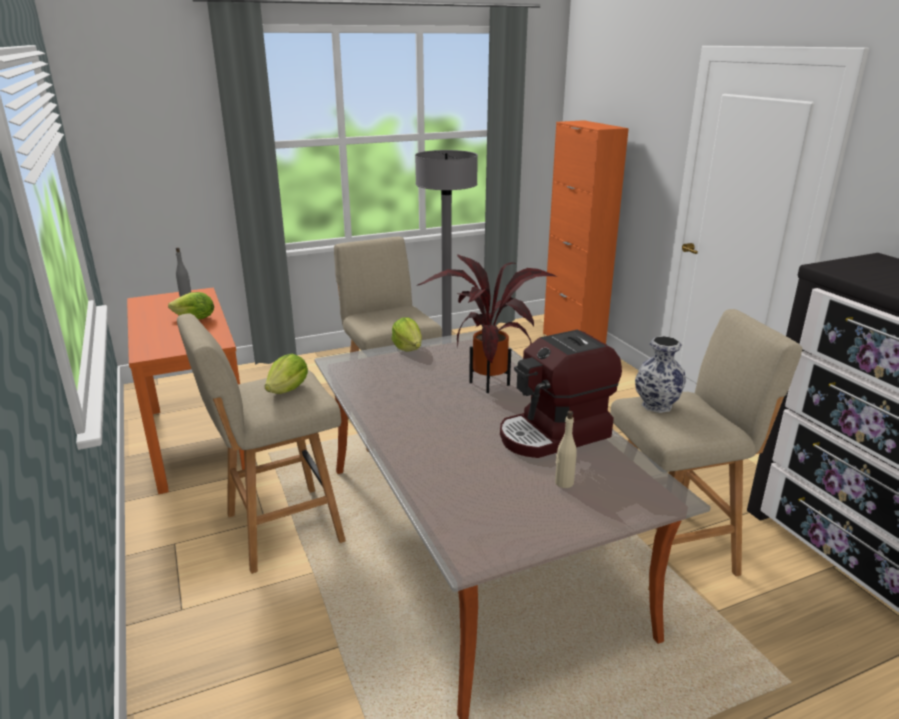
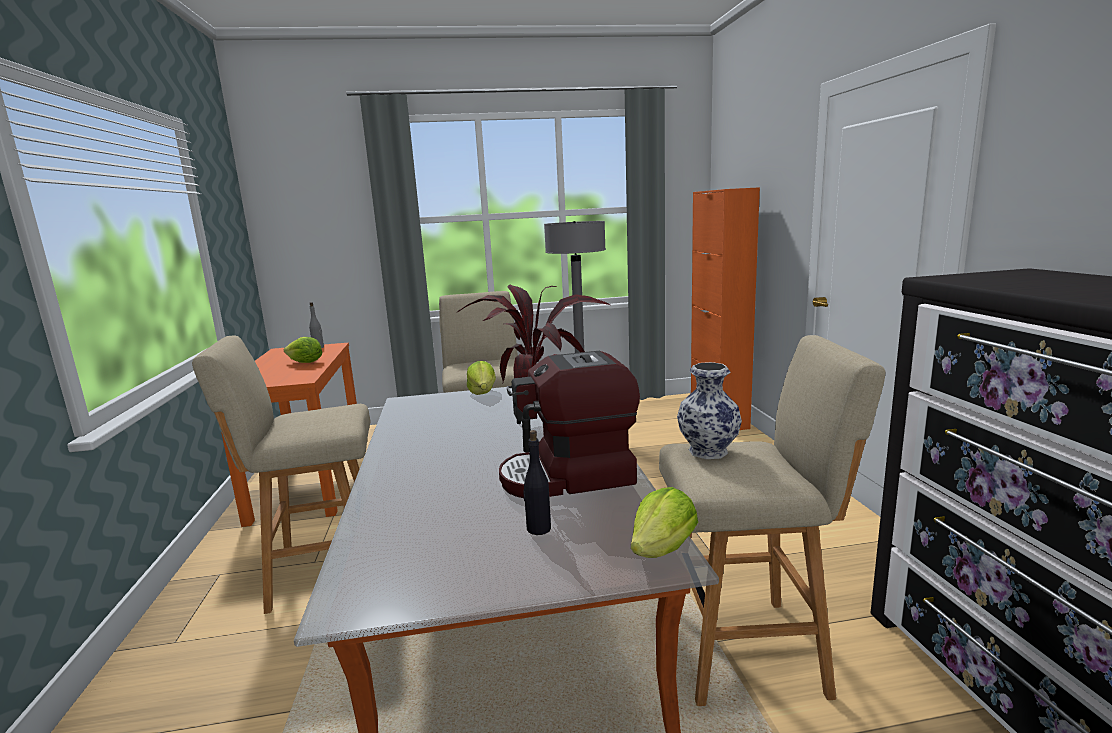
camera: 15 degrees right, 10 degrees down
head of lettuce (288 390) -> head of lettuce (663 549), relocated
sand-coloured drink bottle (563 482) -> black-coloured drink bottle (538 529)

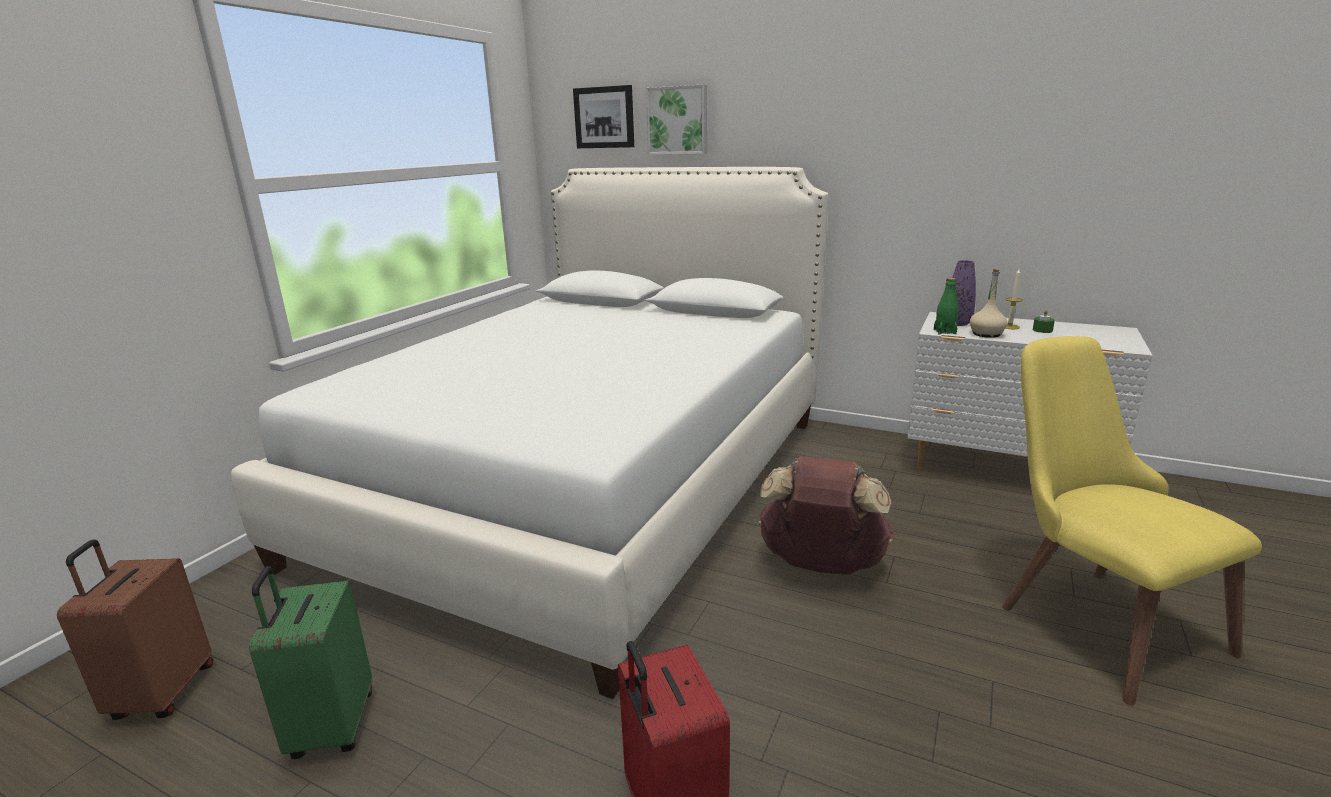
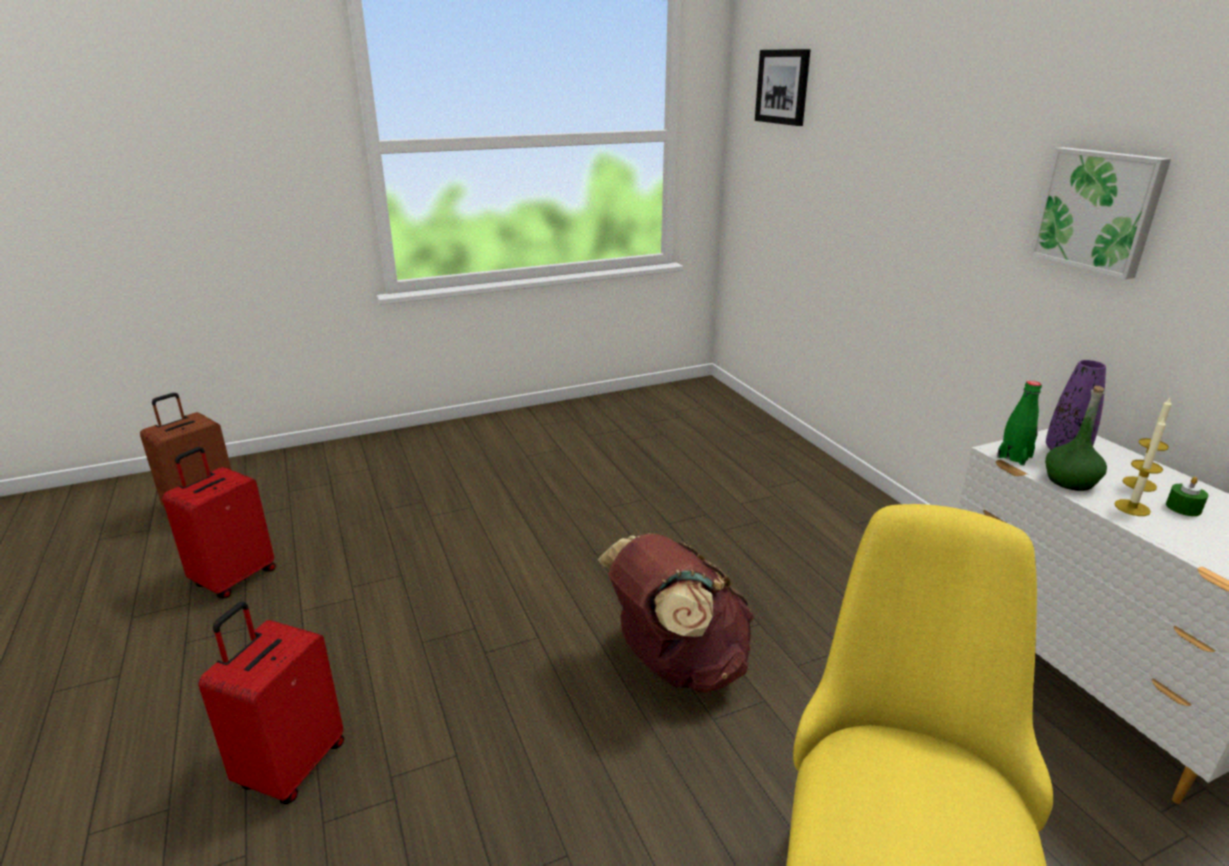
camera: 40 degrees right, 5 degrees up
whitish sleeping bed (588 484) -> none
none -> wax light (1132 508)
wall picture (678 120) -> wall picture (1098 210), relocated
green-coloured suitcase (331 726) -> red suitcase (234 578)
sand-coloured drink bottle (986 334) -> green-coloured drink bottle (1070 481)

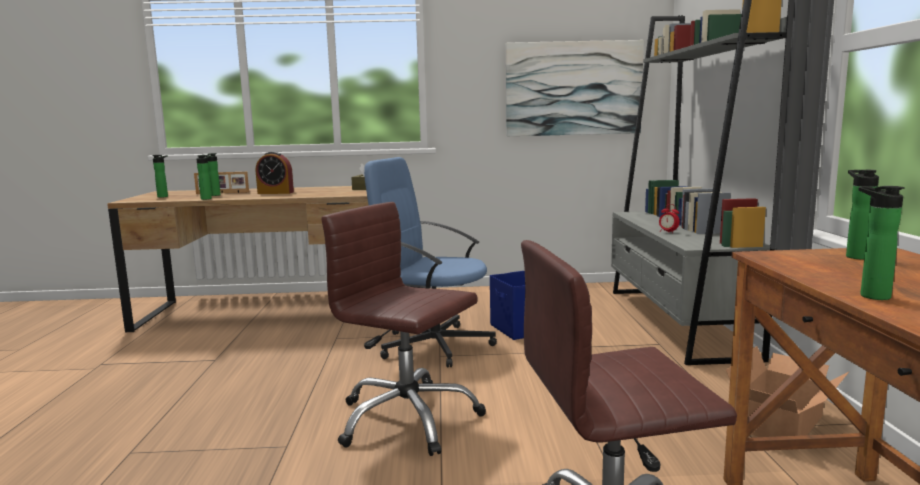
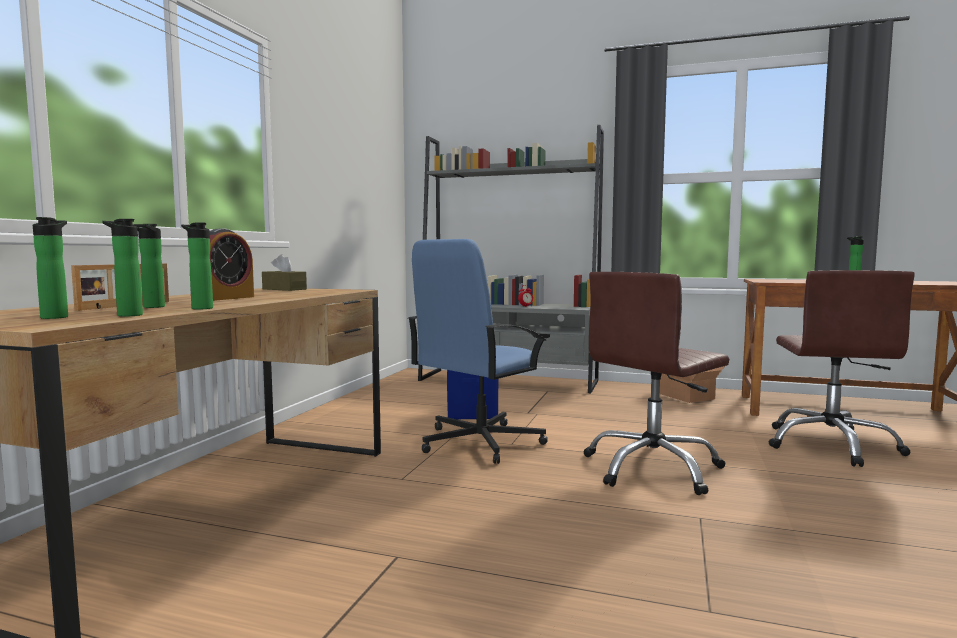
camera: 70 degrees left, 5 degrees down
wall picture (573 88) -> none
drink bottle (855 256) -> drink bottle (127 315), relocated

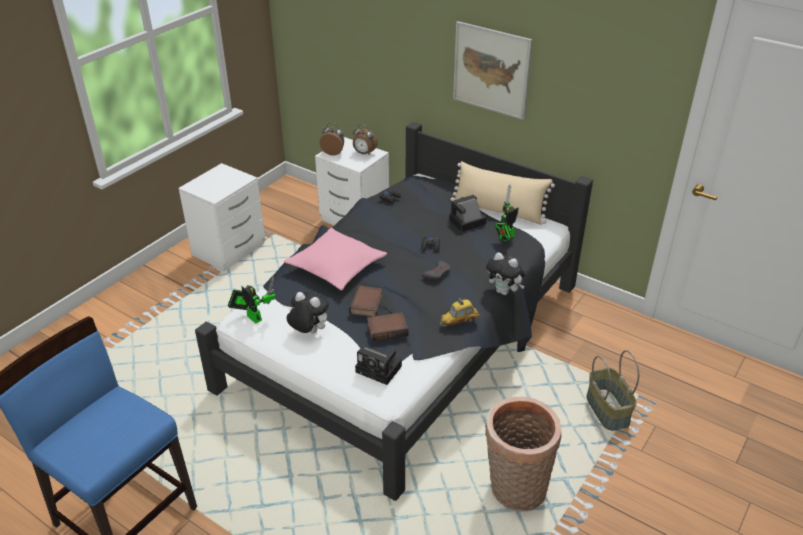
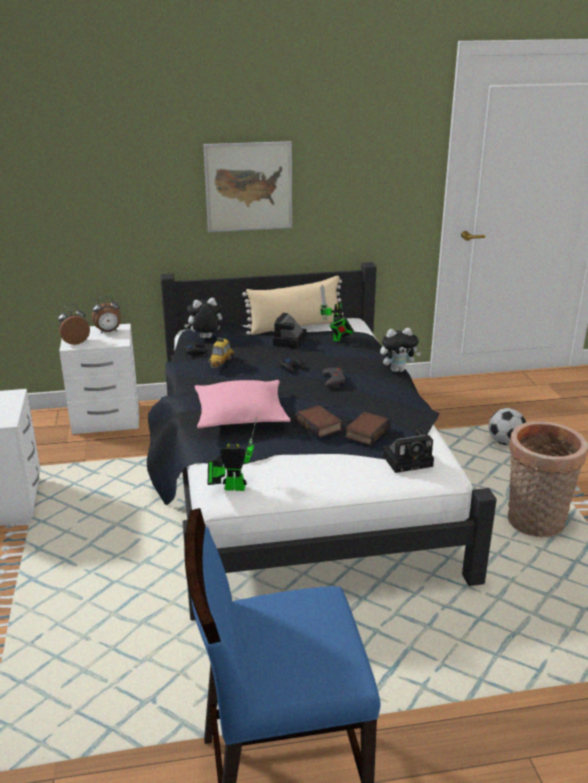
camera: 45 degrees left, 10 degrees down
plush toy (308 331) -> plush toy (205 338), relocated
toy car (459 321) -> toy car (221 363), relocated
basket (608 410) -> football (505 442)

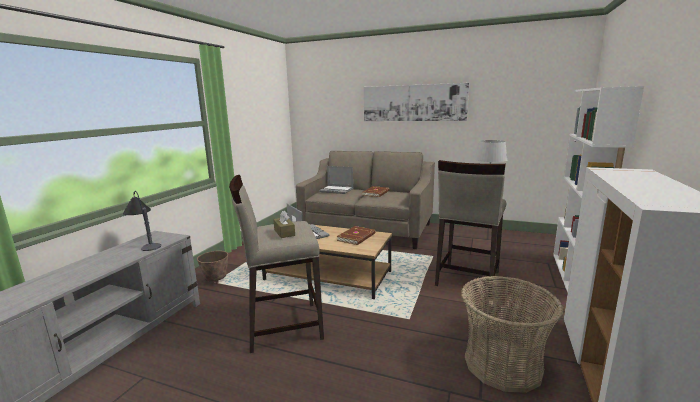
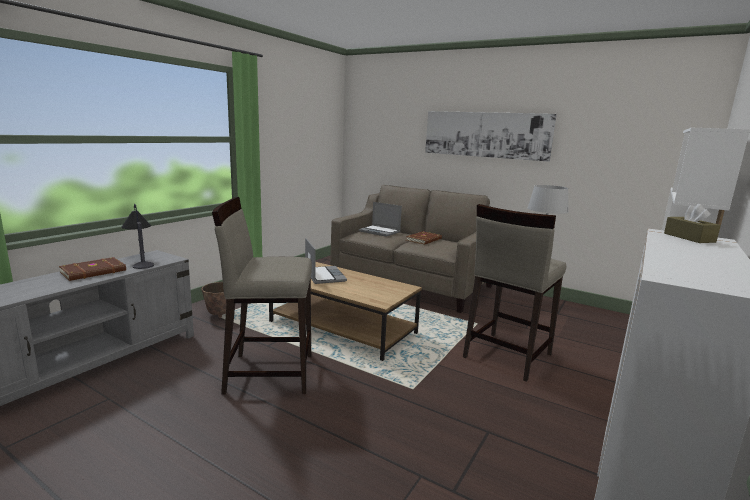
camera: 10 degrees right, 0 degrees up
basket (502 364) -> none
brown-coloured box of tissues (284 232) -> brown-coloured box of tissues (689 238), relocated
brown-coloured bound book (357 237) -> brown-coloured bound book (94 272), relocated

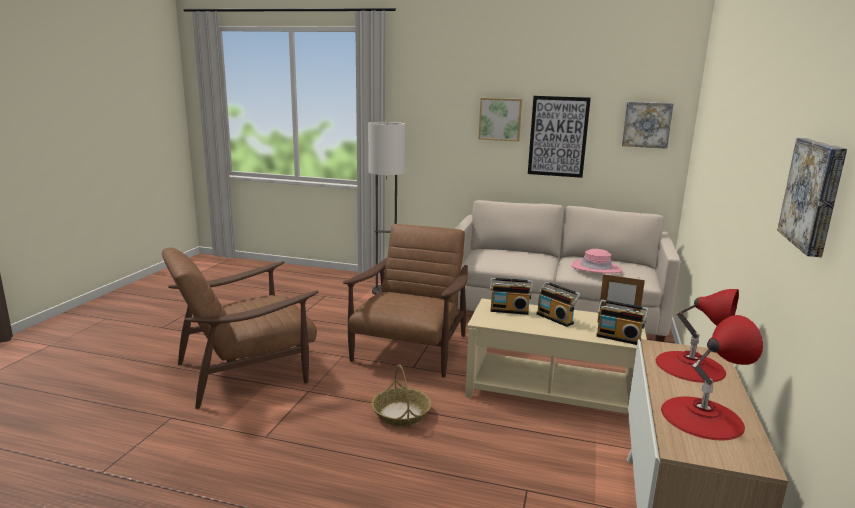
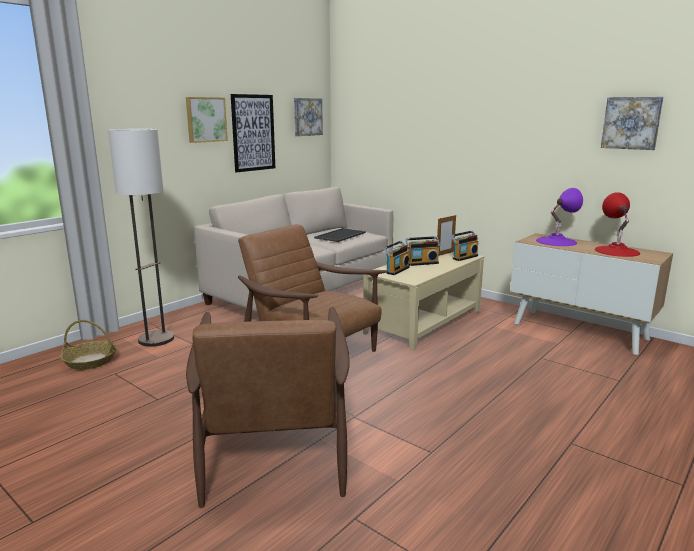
camera: 65 degrees left, 0 degrees up
basket (401 413) -> basket (90 361), relocated
pinkish wearable hat (596 268) -> serving tray (340 235)
red tabletop lamp (690 366) -> purplish tabletop lamp (556 241)

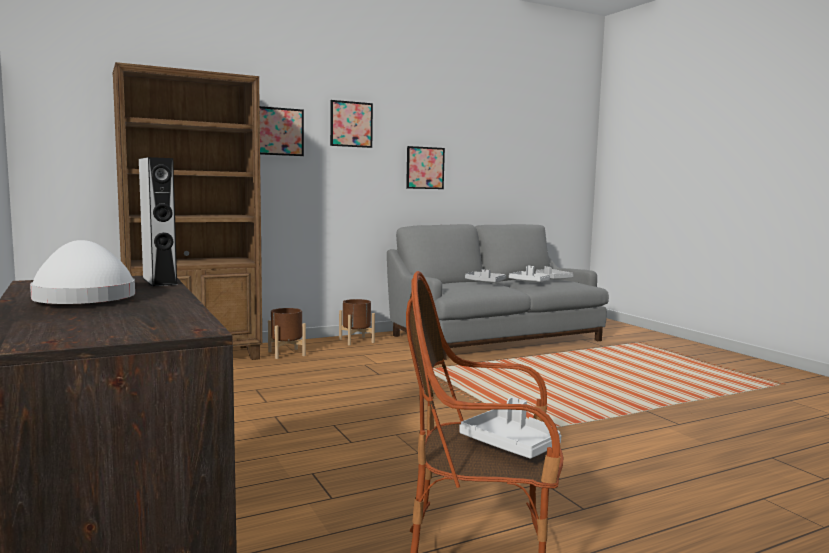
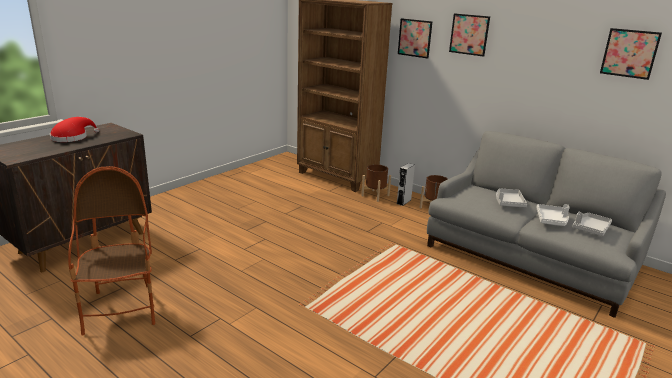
camera: 65 degrees right, 15 degrees up
whitish serving tray (511 444) -> none
greyish speaker (159 281) -> greyish speaker (403 201), relocated
wall picture (425 168) -> wall picture (629 53), relocated
whitish wearable hat (83 298) -> red wearable hat (72 137)

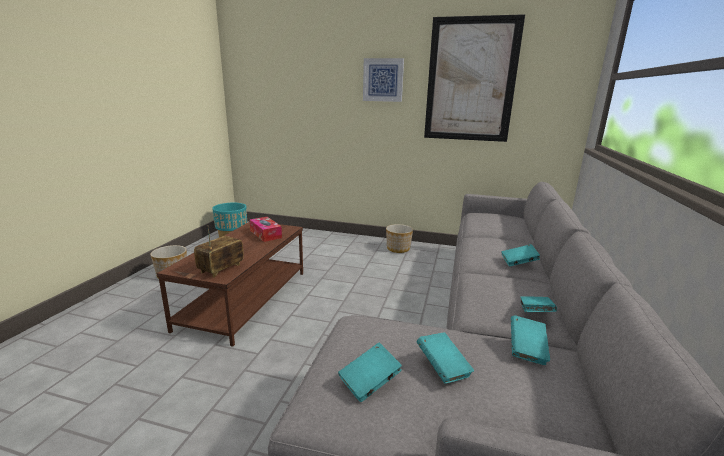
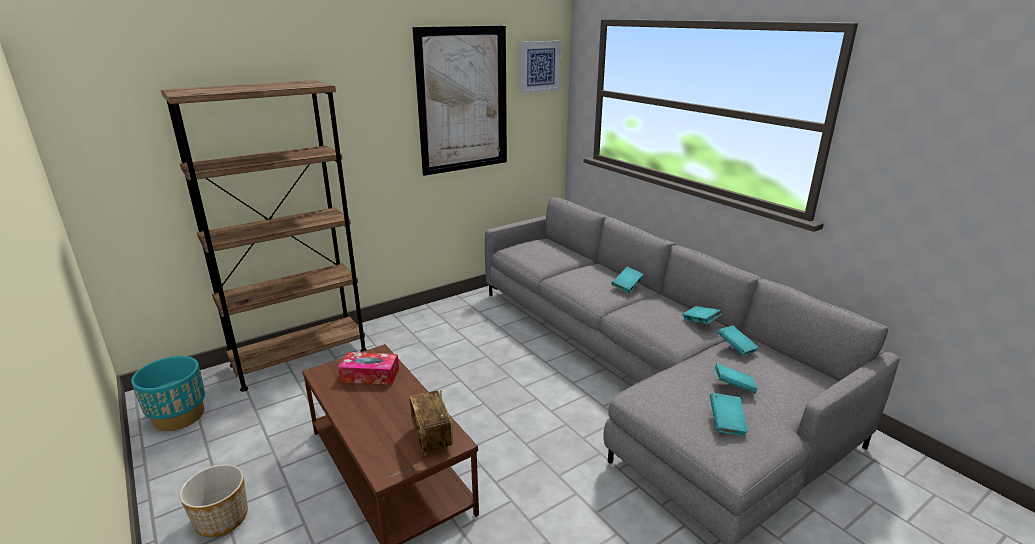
camera: 50 degrees left, 5 degrees up
flower pot (398 249) -> none
none -> brown-coloured bookshelf (300 358)
wall picture (383 80) -> wall picture (539 66), relocated

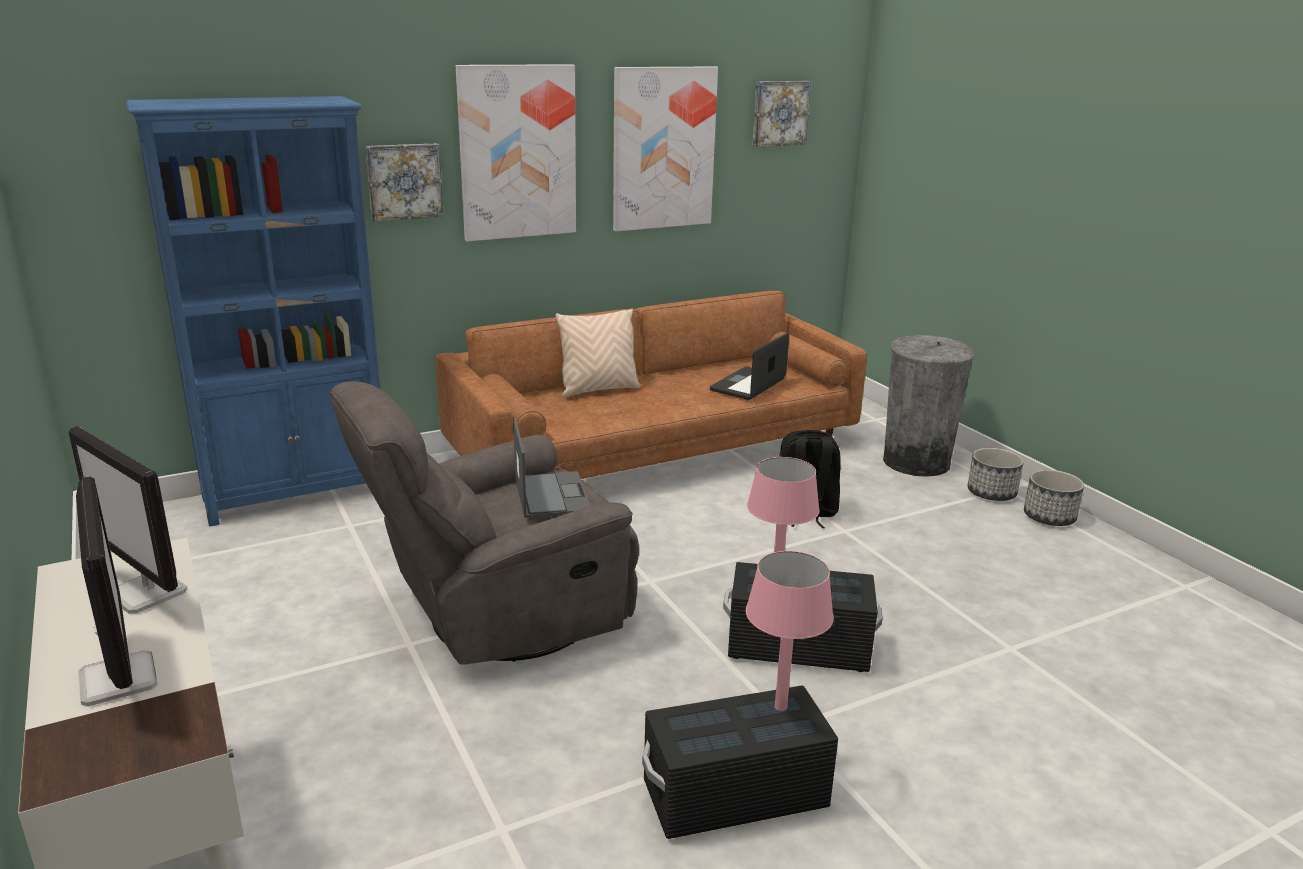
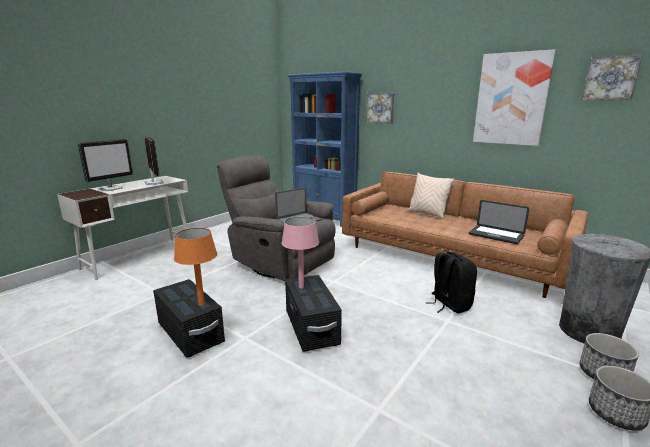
camera: 65 degrees right, 5 degrees down
wall picture (517 152) -> none
pinkish tabletop lamp (780 706) -> orange-coloured tabletop lamp (202 304)
monitor (148 593) -> monitor (154 183), 135 degrees clockwise
portable computer (748 385) -> portable computer (496 235), 150 degrees counterclockwise

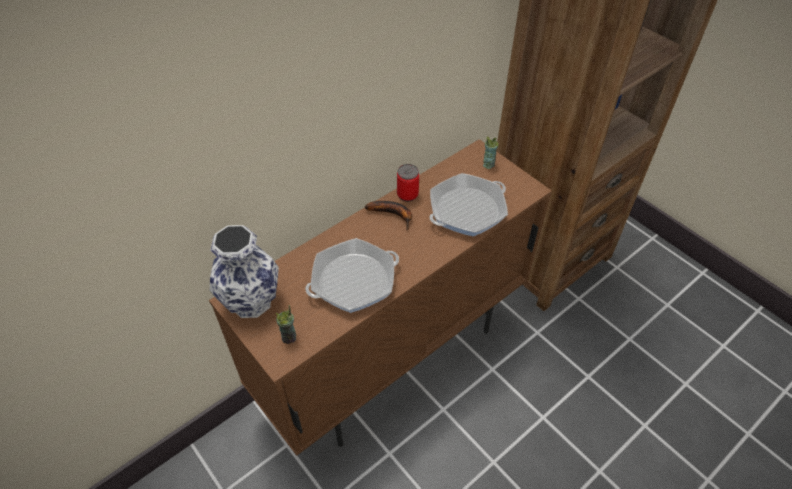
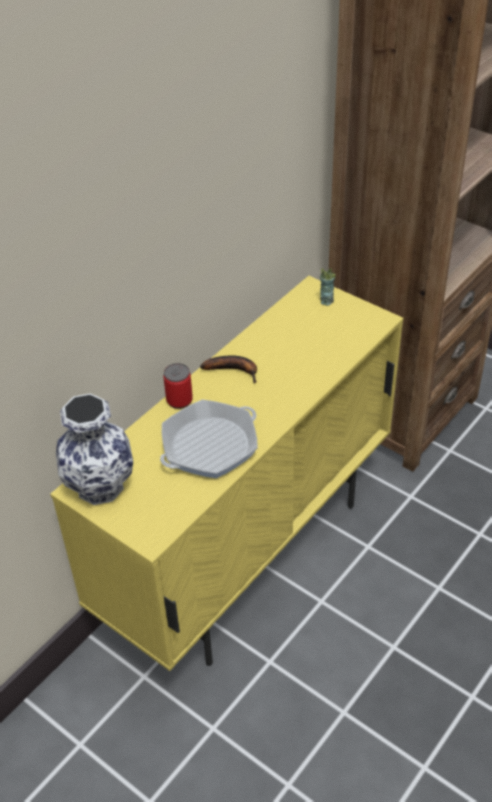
camera: 10 degrees left, 5 degrees down
drinking cup (289 337) -> none
skillet (467 210) -> none
sealed can (407 194) -> sealed can (179 400), relocated
brown-coloured cabinet (393 358) -> yellowish cabinet (248 556)

